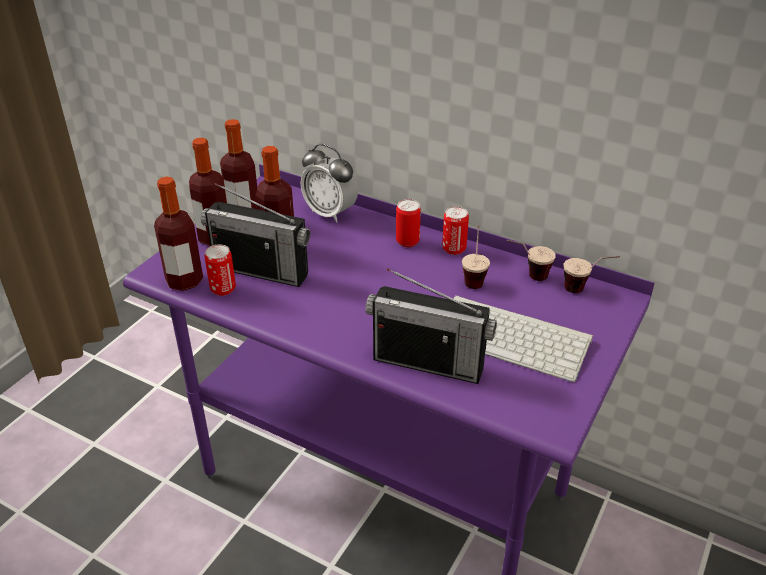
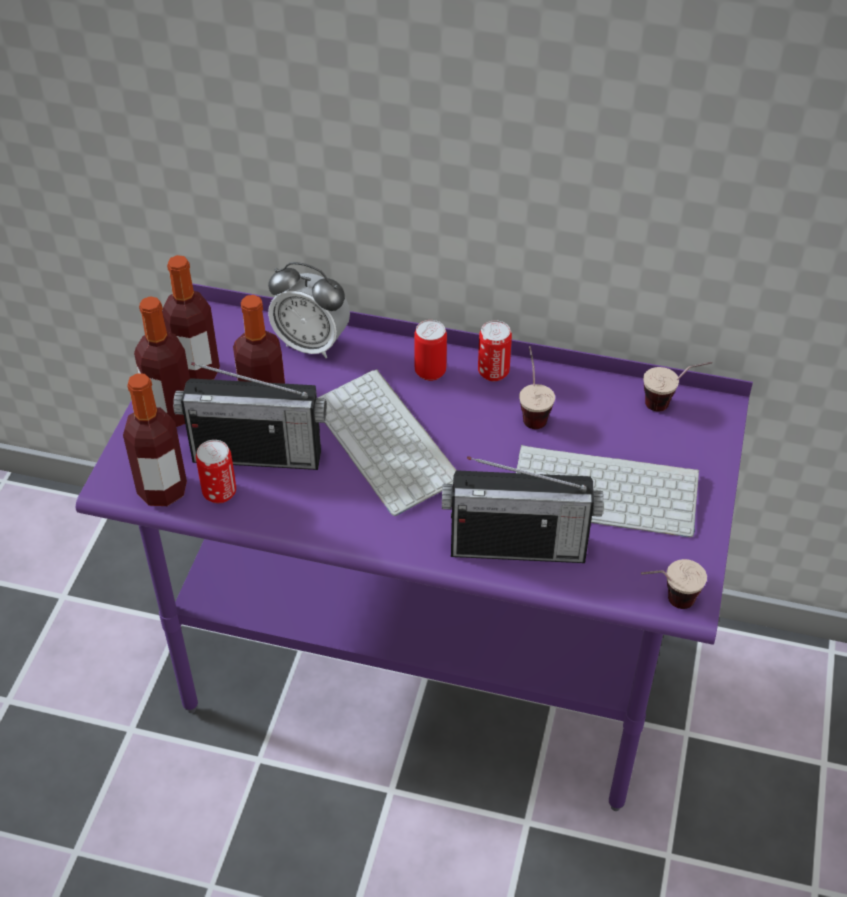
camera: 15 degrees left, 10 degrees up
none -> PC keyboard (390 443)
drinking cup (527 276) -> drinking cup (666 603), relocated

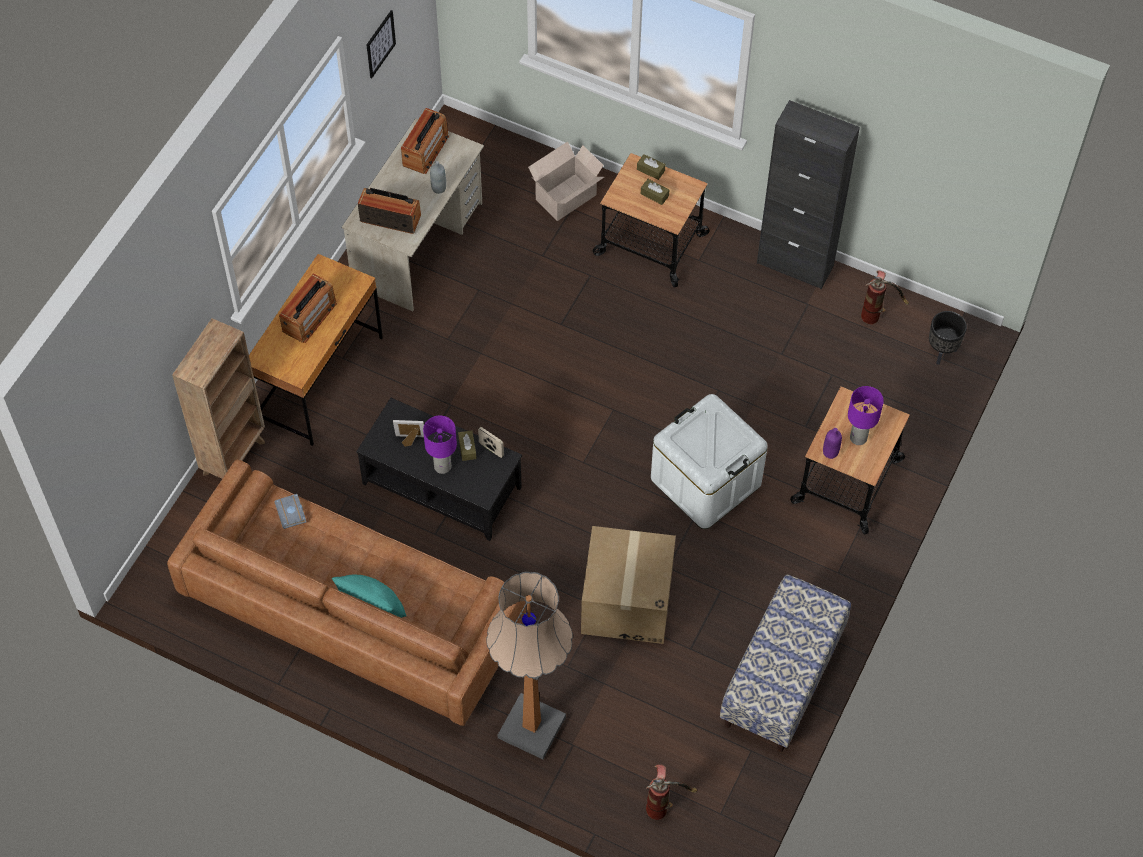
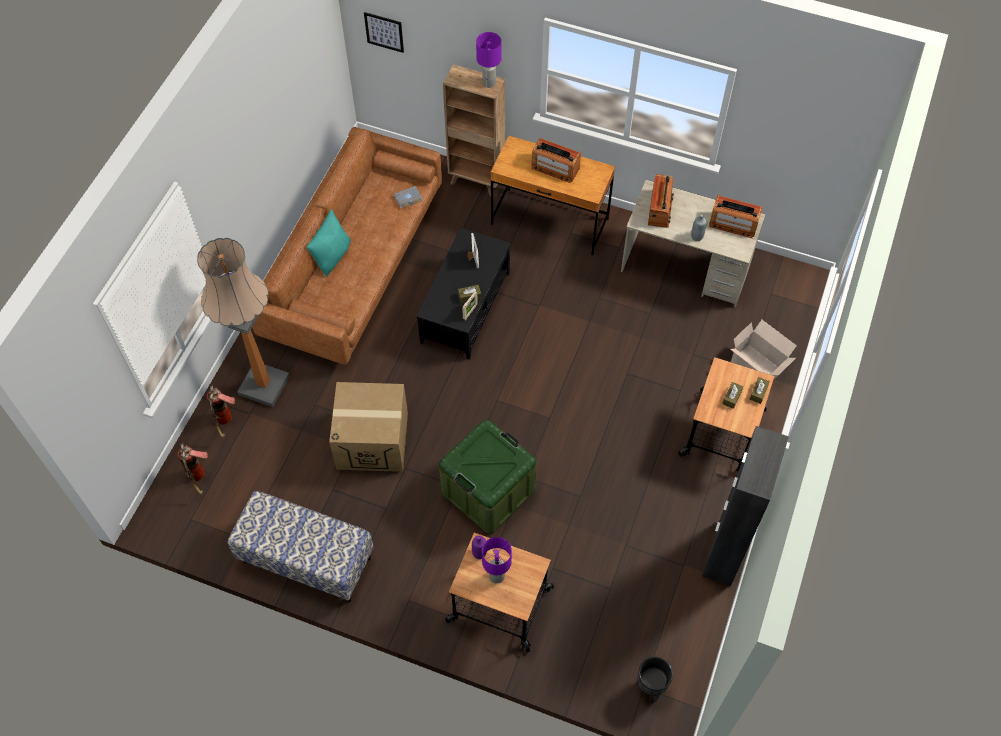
camera: 85 degrees right, 0 degrees up
wall picture (380 44) -> wall picture (384 32), relocated
purplish tabletop lamp (443 466) -> purplish tabletop lamp (489 83), relocated
fire extinguisher (877 314) -> fire extinguisher (225 423), relocated
whitish storage box (705 481) -> green-coloured storage box (488 491)

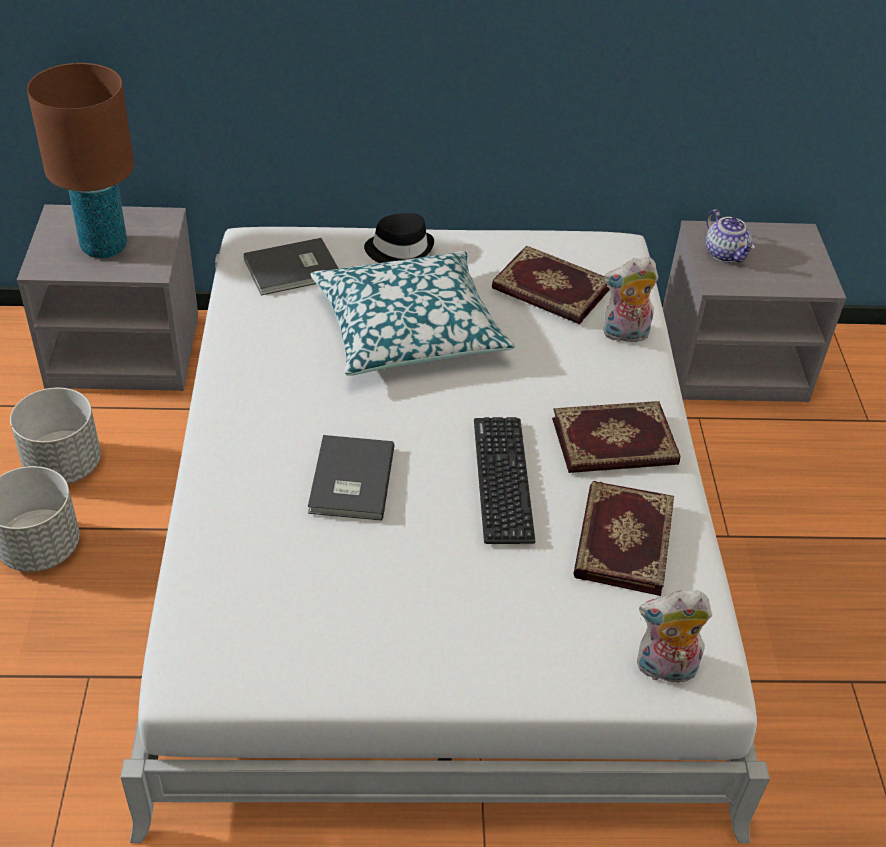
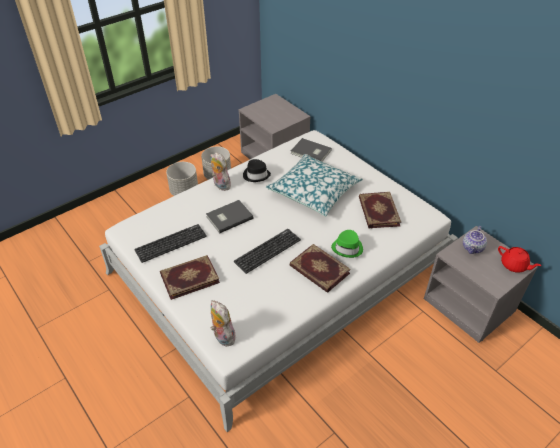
camera: 55 degrees right, 0 degrees up
brown-coloured tabletop lamp (104 247) -> none
none -> PC keyboard (171 243)
none -> green-coloured wearable hat (347 248)
none -> red tea pot (514 265)
black-coloured wearable hat (399 249) -> black-coloured wearable hat (256 175), relocated
bound book (621 540) -> bound book (189 277), relocated
plush toy (624 335) -> plush toy (220 185), relocated

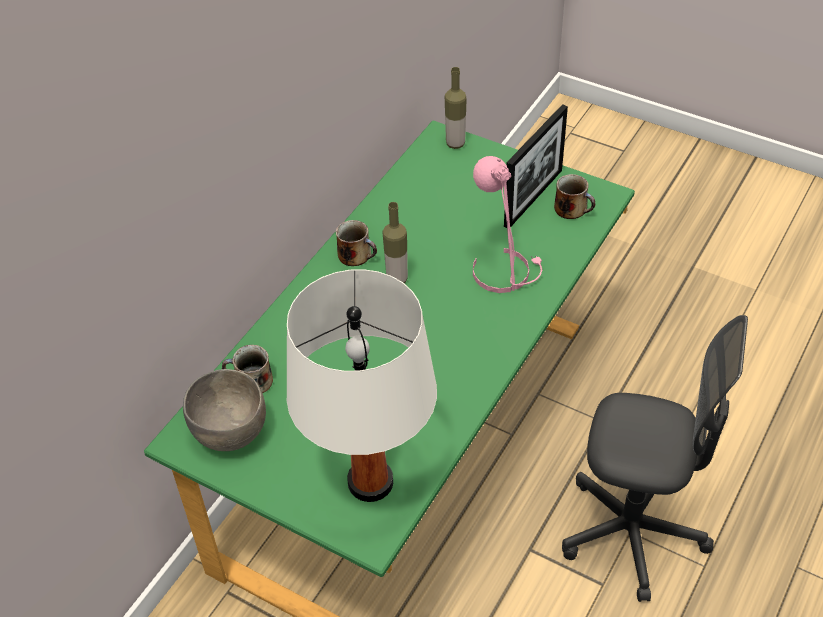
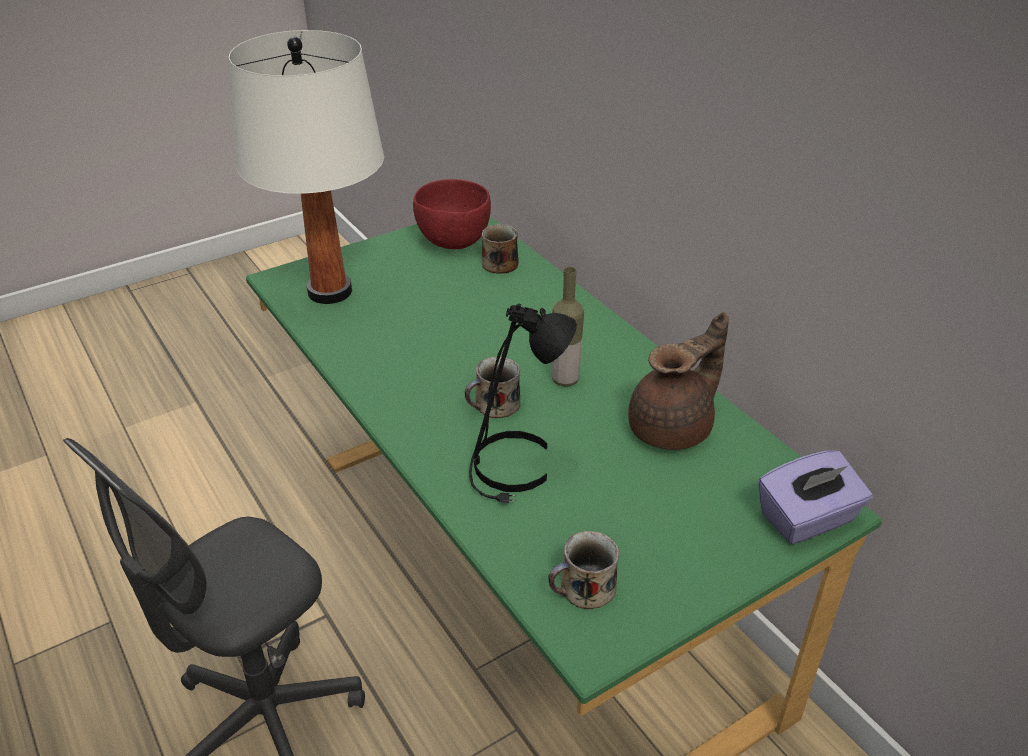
camera: 115 degrees right, 10 degrees down
photo frame (533 198) -> none
none -> brown-coloured tea pot (673 428)
coffee mug (356 255) -> coffee mug (495 405), relocated
drink bottle (455 143) -> purplish box of tissues (807 519)
greyish bowl (231 433) -> red bowl (452 241)
pinkish tabletop lamp (504 270) -> black-coloured tabletop lamp (514 468)

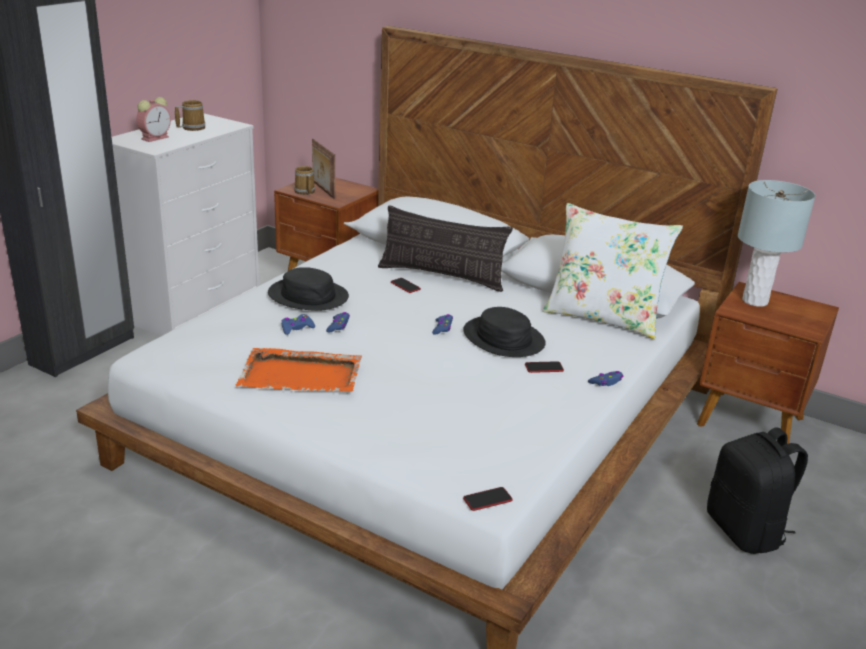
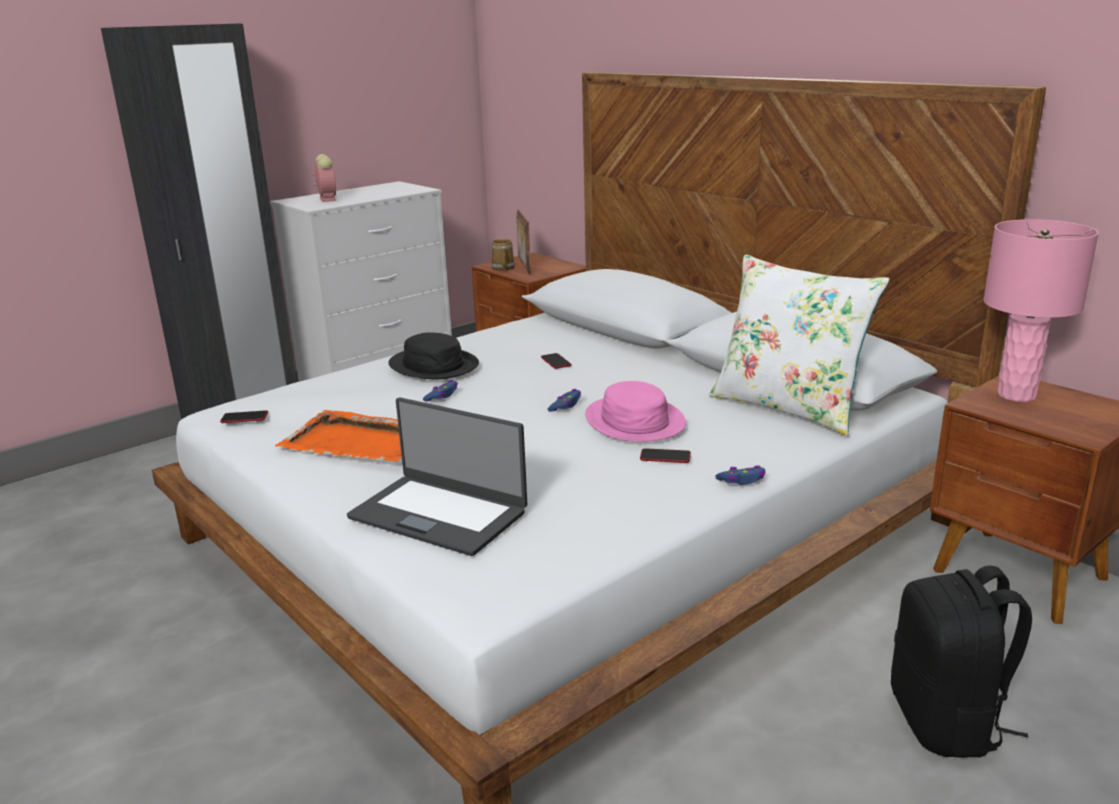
camera: 20 degrees right, 5 degrees down
coffee mug (192 127) -> none
bluish game controller (296 328) -> none
pillow (442 276) -> none
none -> portable computer (439 514)
telephone (487 499) -> telephone (244 418), relocated
black-coloured wearable hat (503 338) -> pinkish wearable hat (634 421)
greyish tabletop lamp (754 301) -> pinkish tabletop lamp (1016 395)
table clock (156 138) -> table clock (327 199), 75 degrees counterclockwise

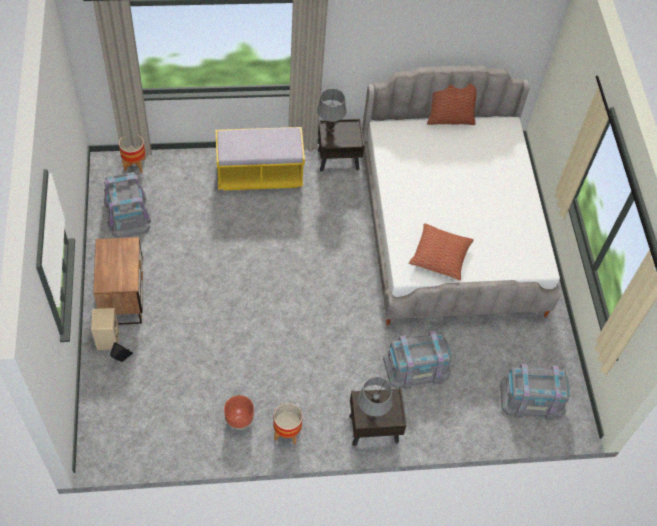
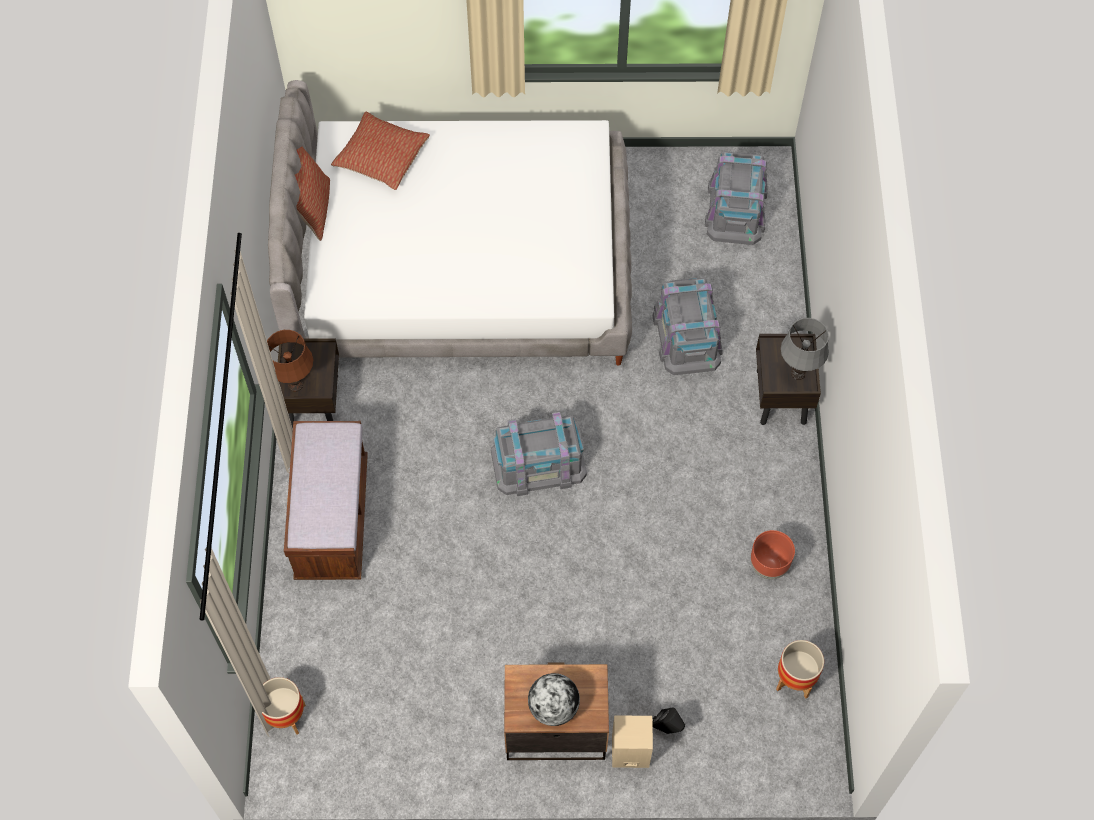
camera: 80 degrees left, 5 degrees up
none -> desk globe (553 707)
greyish storage box (127 212) -> greyish storage box (538 463), relocated
flower pot (287 432) -> flower pot (794 680), relocated
pillow (440 256) -> pillow (381 158), relocated
yellowish bench (259 175) -> brown-coloured bench (332 519)
greyish tabletop lamp (330 129) -> brown-coloured tabletop lamp (295 384)

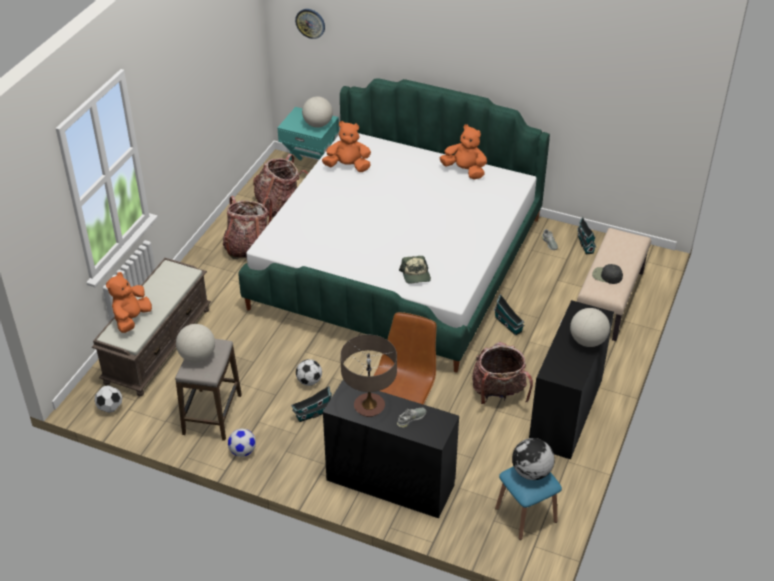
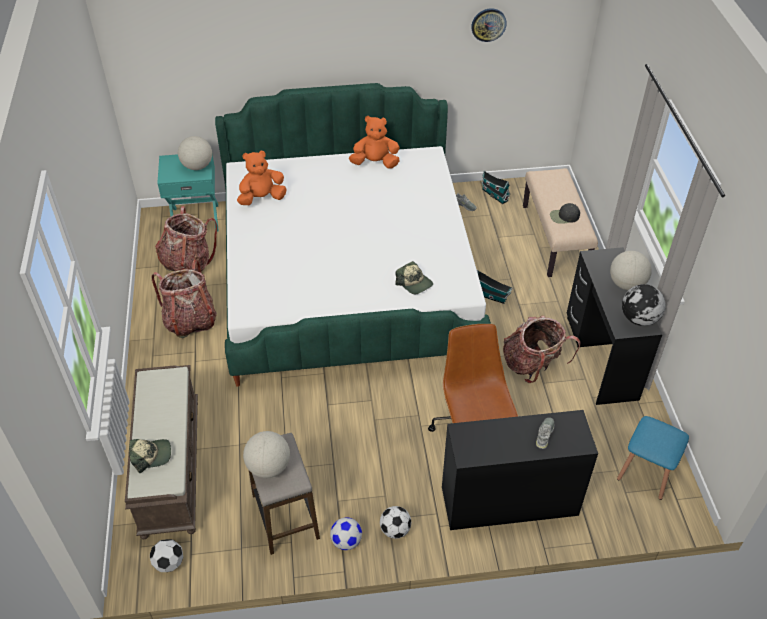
camera: 30 degrees left, 5 degrees up
model house (312 414) -> none
tabletop lamp (369 407) -> none
wall clock (310 23) -> wall clock (488 24), relocated
football (309 381) -> football (395 530), relocated
desk globe (531 472) -> desk globe (639 319), relocated
orange-coloured plush toy (131 319) -> baseball cap (151 455)

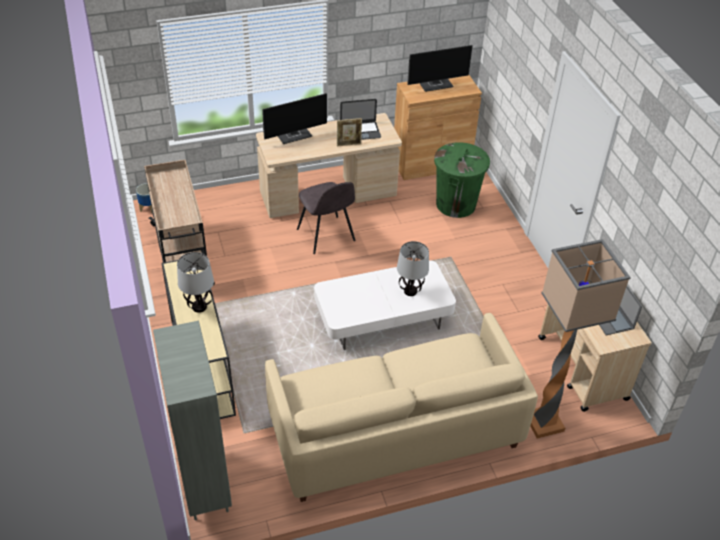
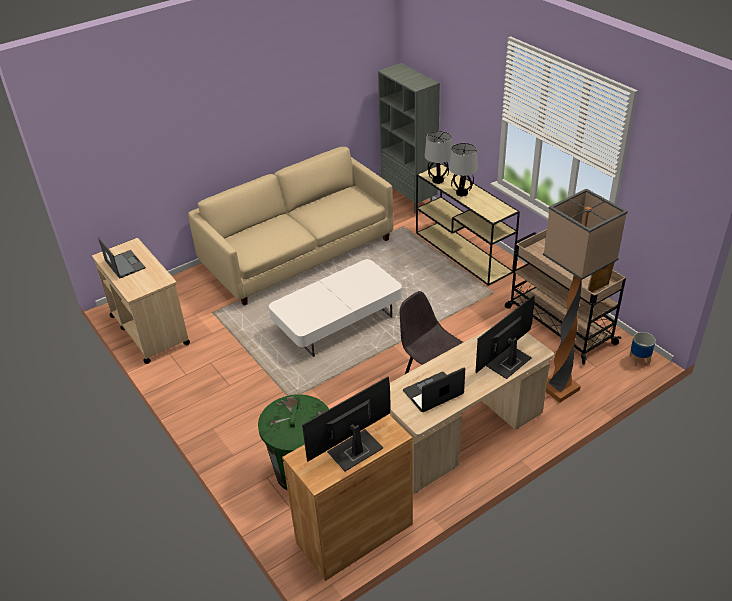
camera: 165 degrees right, 5 degrees down
photo frame (349 144) -> photo frame (598 289), relocated
tabletop lamp (410 291) -> tabletop lamp (438 180), relocated
floor lamp (543 424) -> floor lamp (559 387), relocated

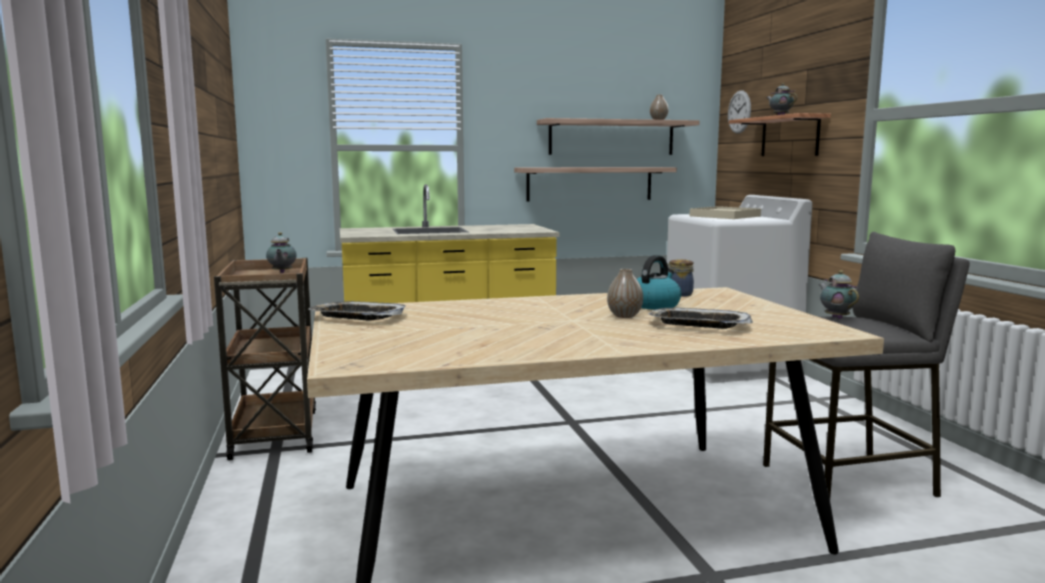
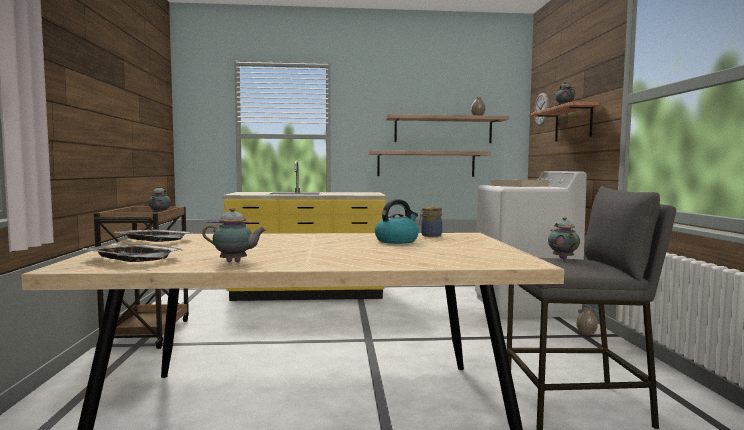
camera: 10 degrees right, 5 degrees down
none -> tea pot (235 262)
decorative vase (624 316) -> decorative vase (586 333), relocated
serving tray (698 325) -> serving tray (133 259), relocated

